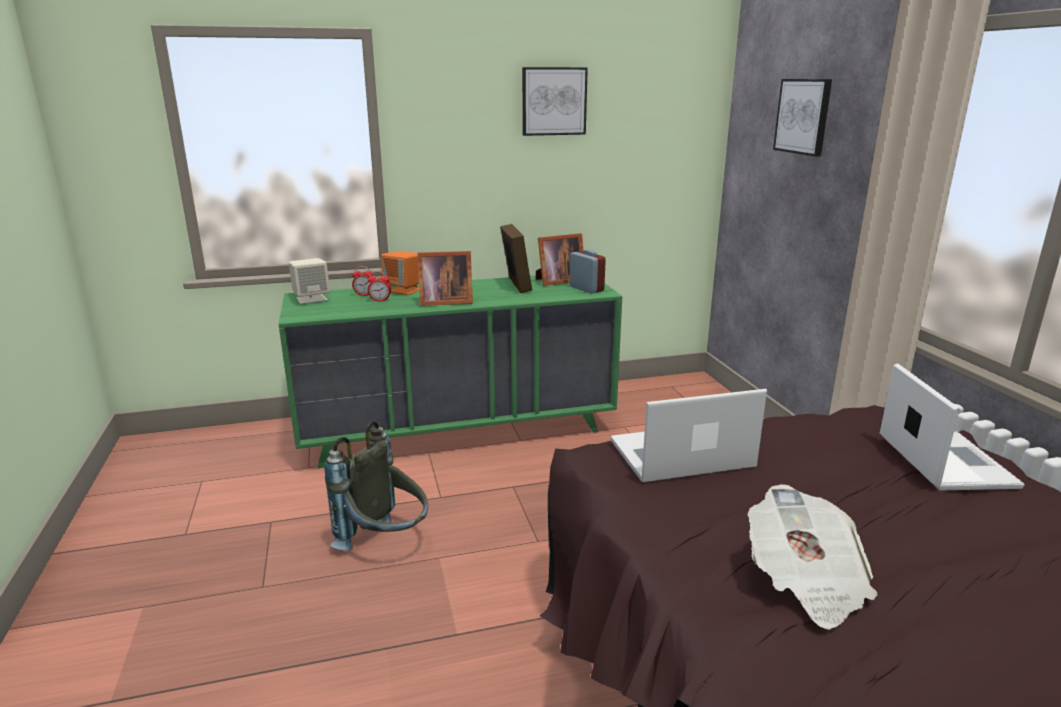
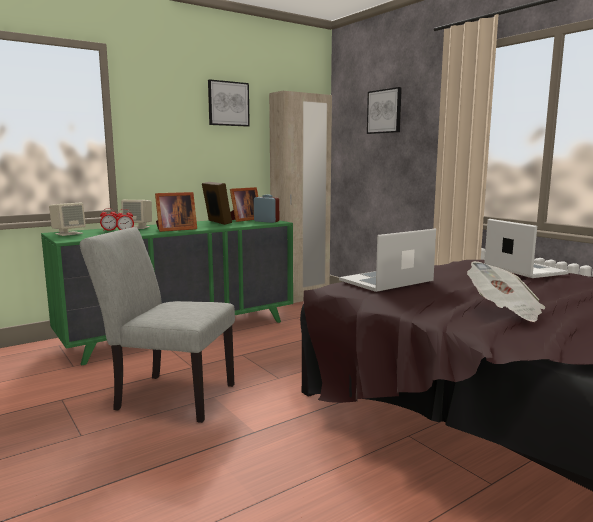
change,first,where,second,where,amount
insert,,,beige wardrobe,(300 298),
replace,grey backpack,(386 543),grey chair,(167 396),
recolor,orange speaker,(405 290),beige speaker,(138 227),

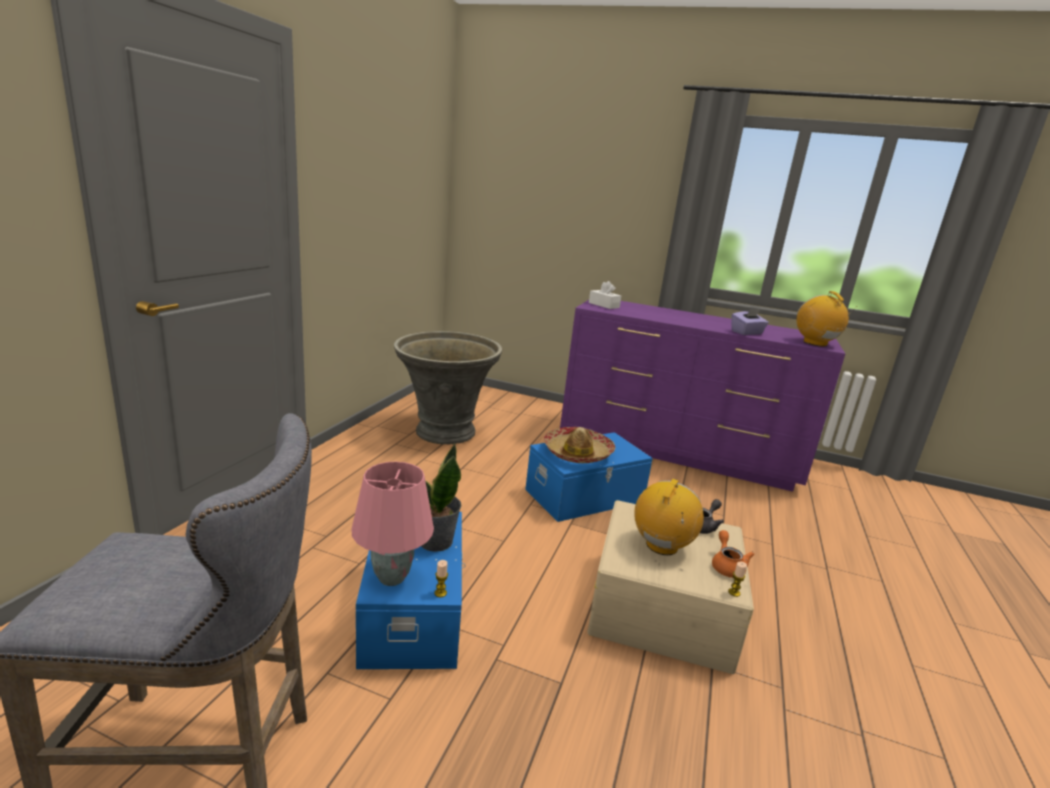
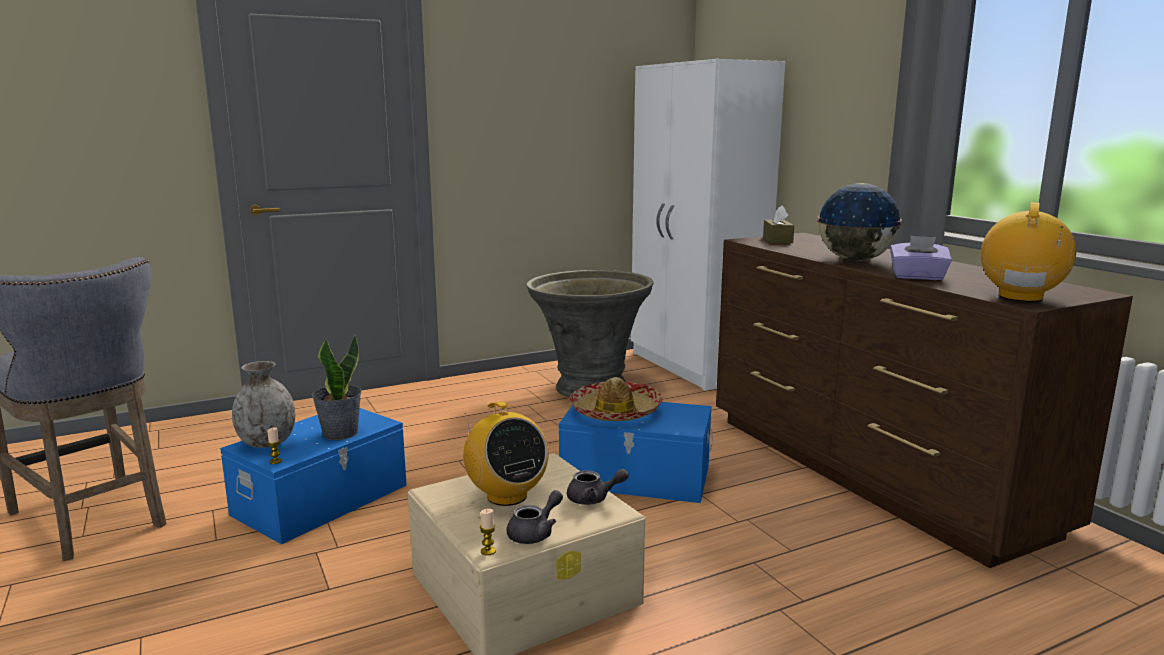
change,first,where,second,where,amount
insert,,,white wardrobe,(694 366),
insert,,,globe,(855 260),
replace,pink table lamp,(391 578),grey vase,(266 443),
recolor,purple dresser,(678 451),brown dresser,(870 473),
recolor,white tissue box,(603 305),brown tissue box,(777 240),
recolor,orange teapot,(727 566),grey teapot,(535 533),
rotate,radio,(661 546),,(506 496),75 degrees clockwise

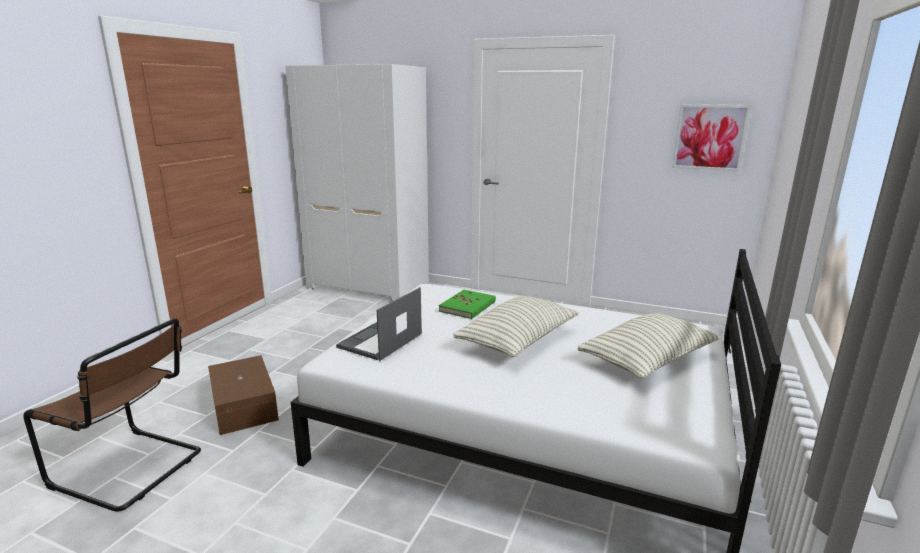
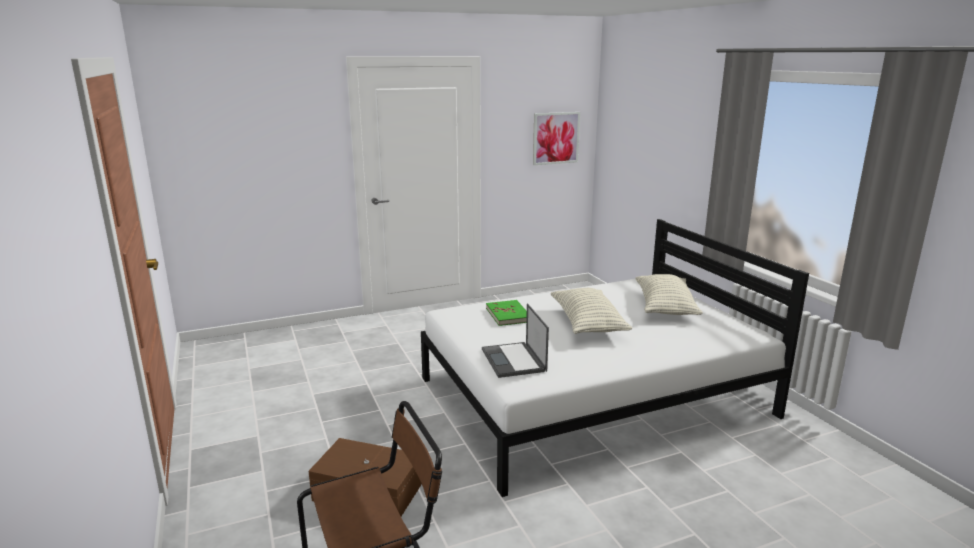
change,first,where,second,where,amount
delete,white wardrobe,(369 285),,,

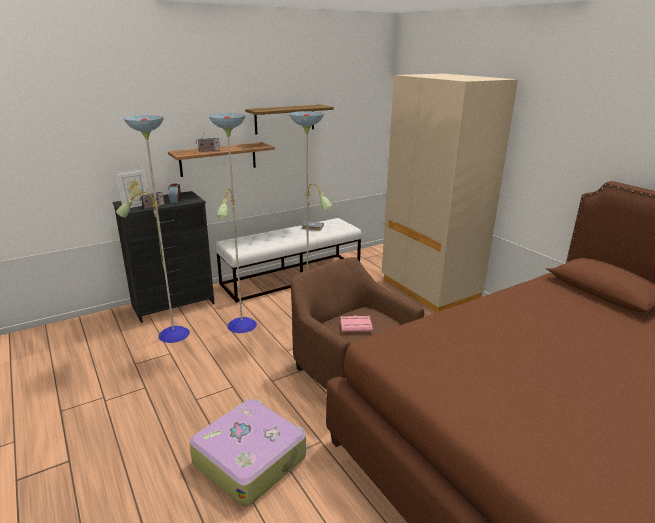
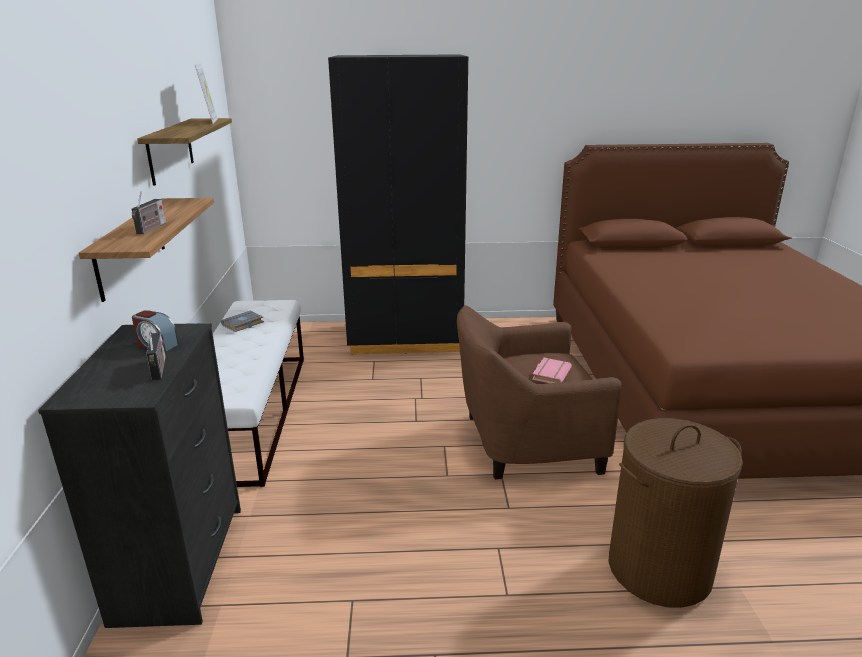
change,first,where,second,where,amount
delete,floor lamp,(242 326),,,
move,picture frame,(136 205),,(210 121),
replace,suitcase,(250 458),brown laundry basket,(659 569),
recolor,beige wardrobe,(430 289),black wardrobe,(405 337),

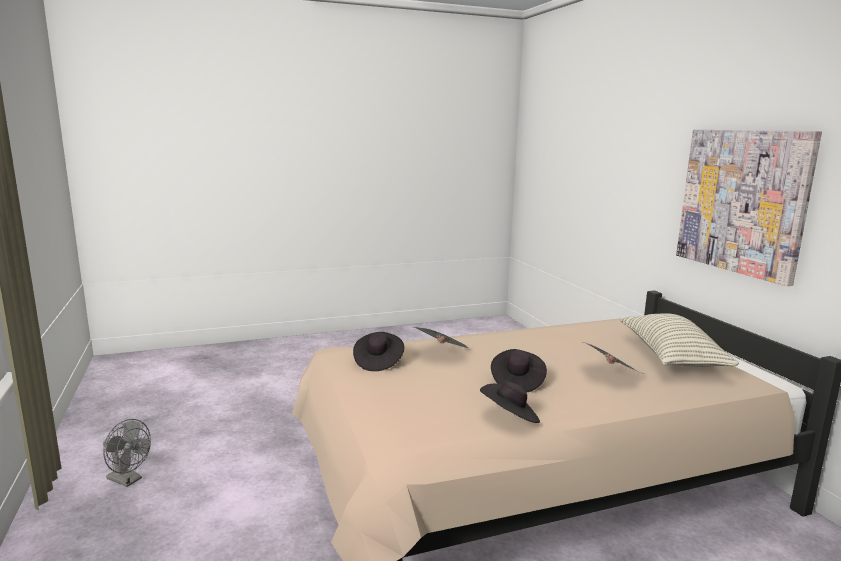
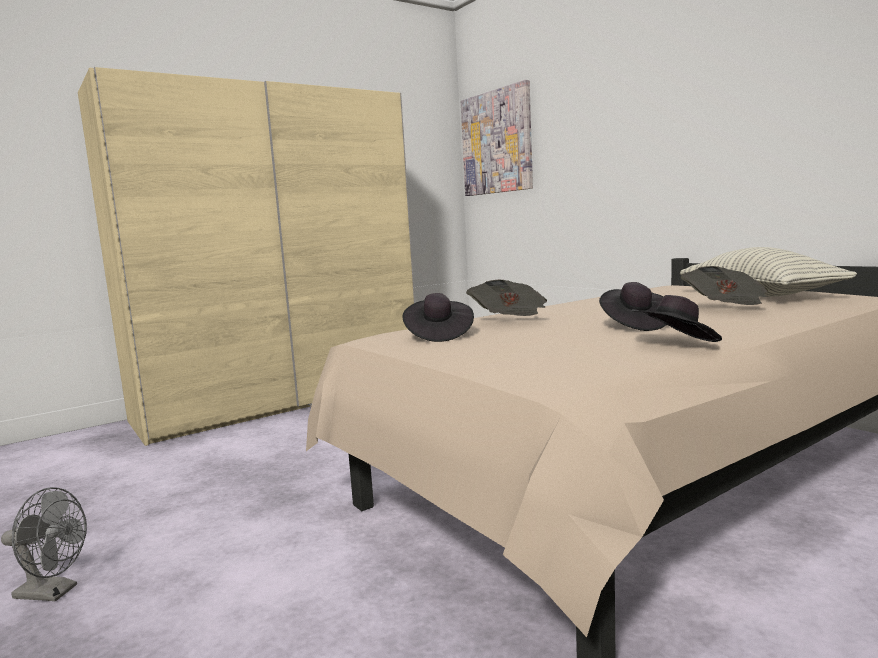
change,first,where,second,where,amount
insert,,,beige wardrobe,(283 400),
move,picture,(742 201),,(497 142),

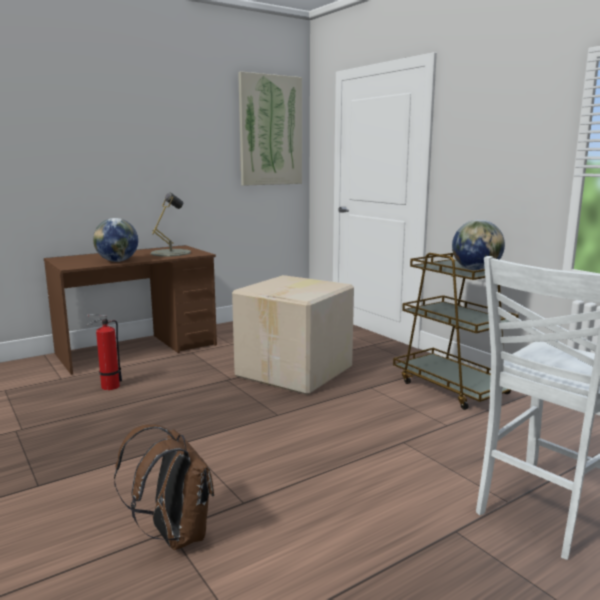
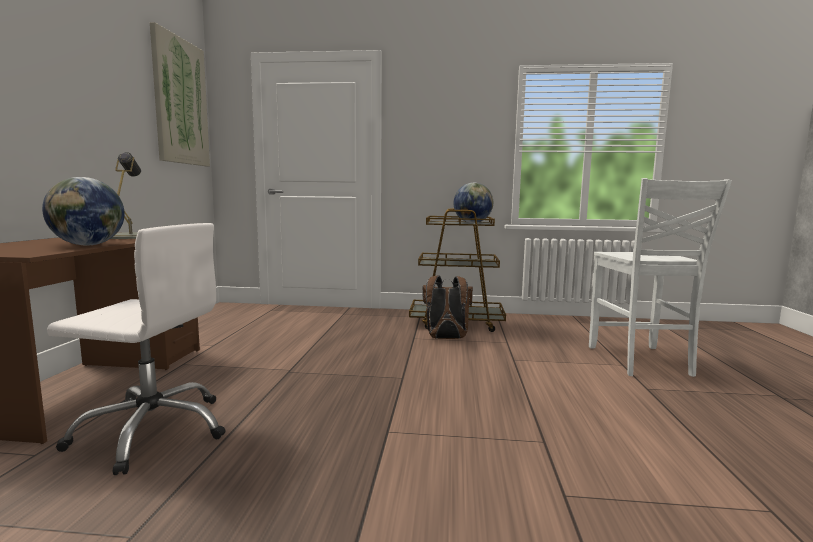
change,first,where,second,where,amount
delete,cardboard box,(296 371),,,
move,brown backpack,(174 535),,(446 338),
replace,fire extinguisher,(108 387),white office chair,(153 431),

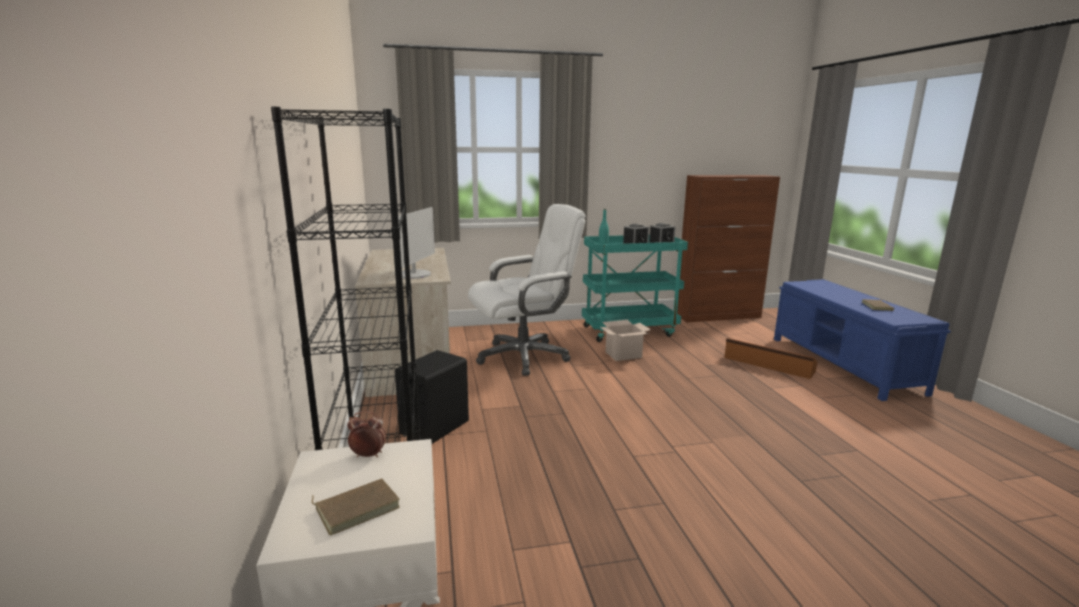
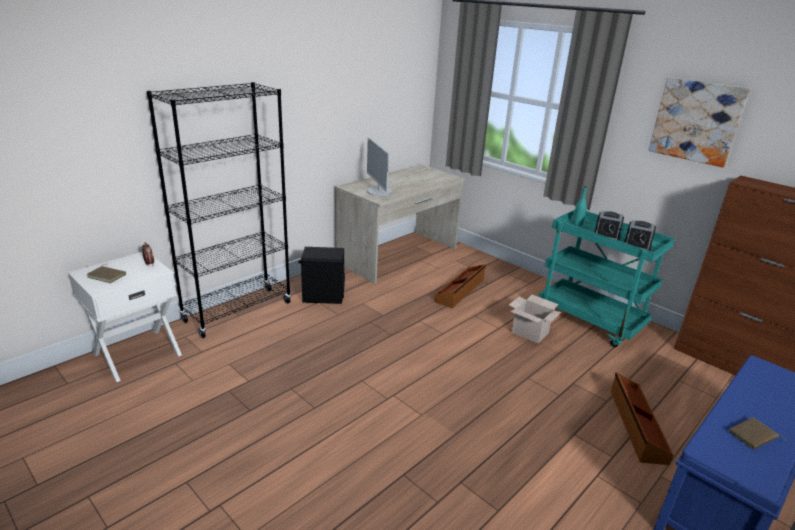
change,first,where,second,where,amount
insert,,,picture,(696 121),
replace,white office chair,(524 356),brown storage box,(460 291),
rotate,monitor,(414 274),,(379 192),90 degrees clockwise

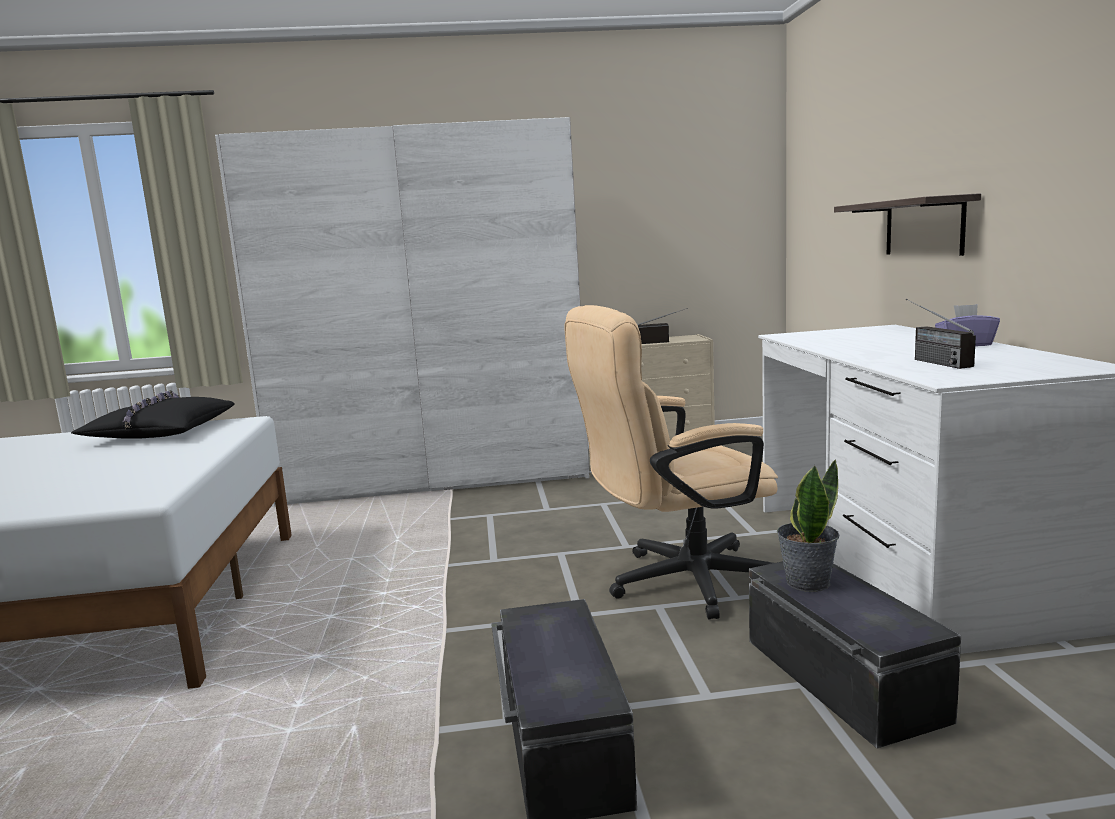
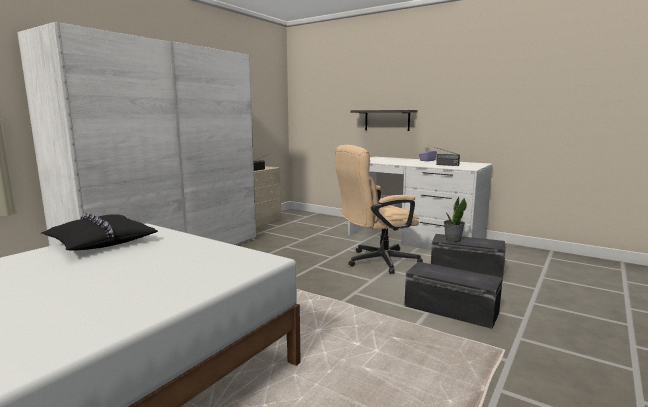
change,first,where,second,where,amount
rotate,beige office chair,(678 583),,(376 261),45 degrees clockwise

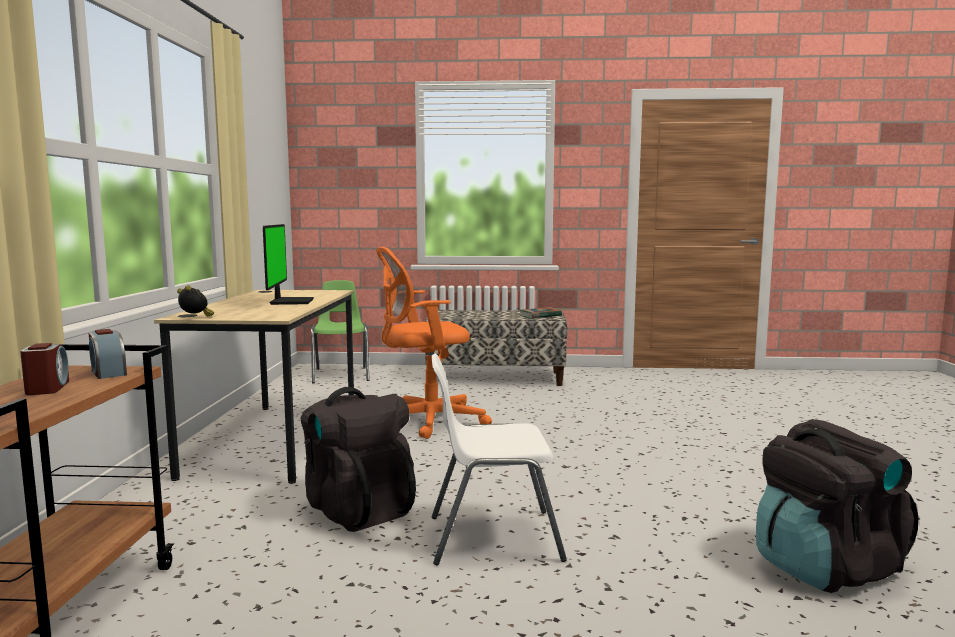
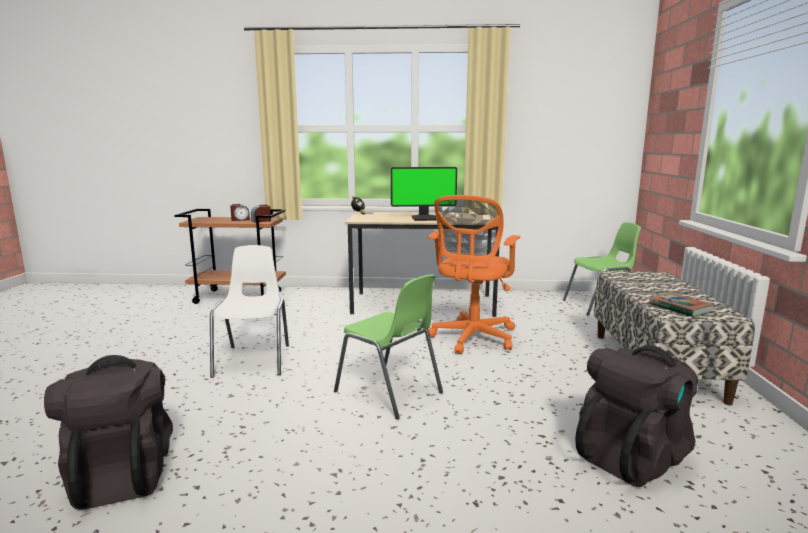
change,first,where,second,where,amount
insert,,,green chair,(390 393),
move,black backpack,(357 509),,(632 457),
rotate,orange office chair,(426 422),,(472 339),135 degrees counterclockwise

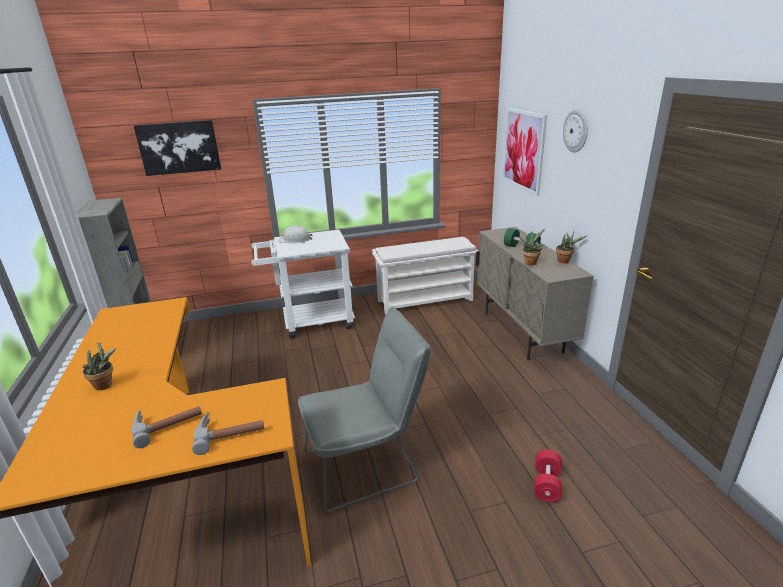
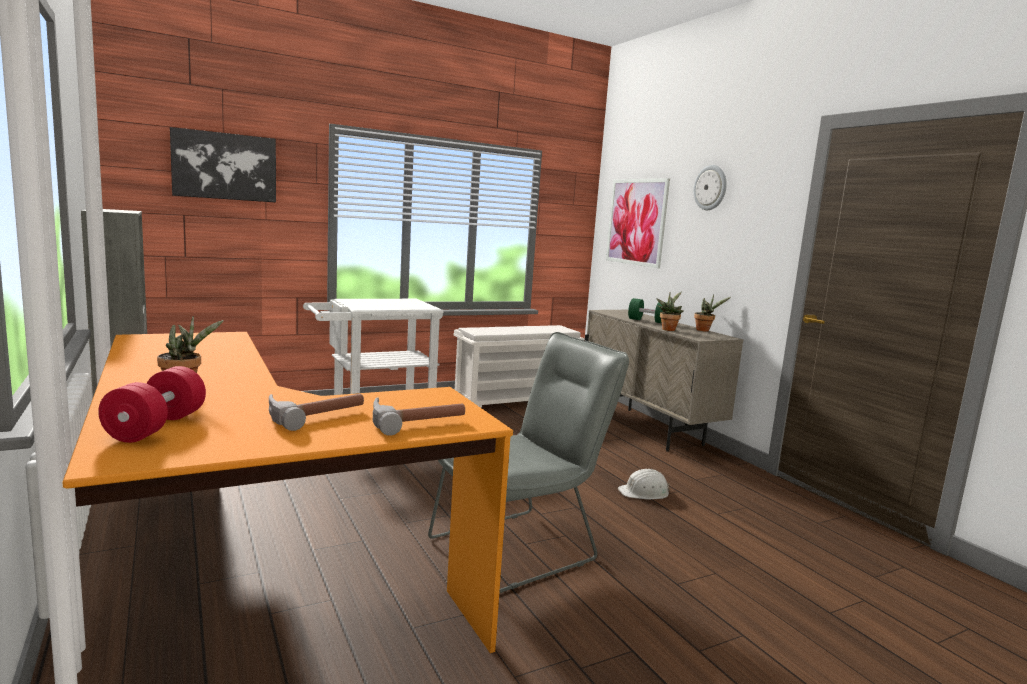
change,first,where,second,where,amount
move,white hard hat,(295 240),,(644 492),
move,red dumbbell,(546 484),,(156 427),

